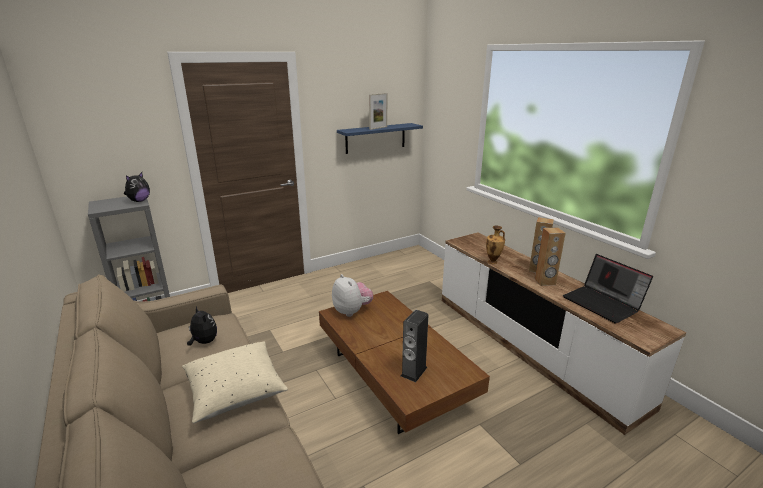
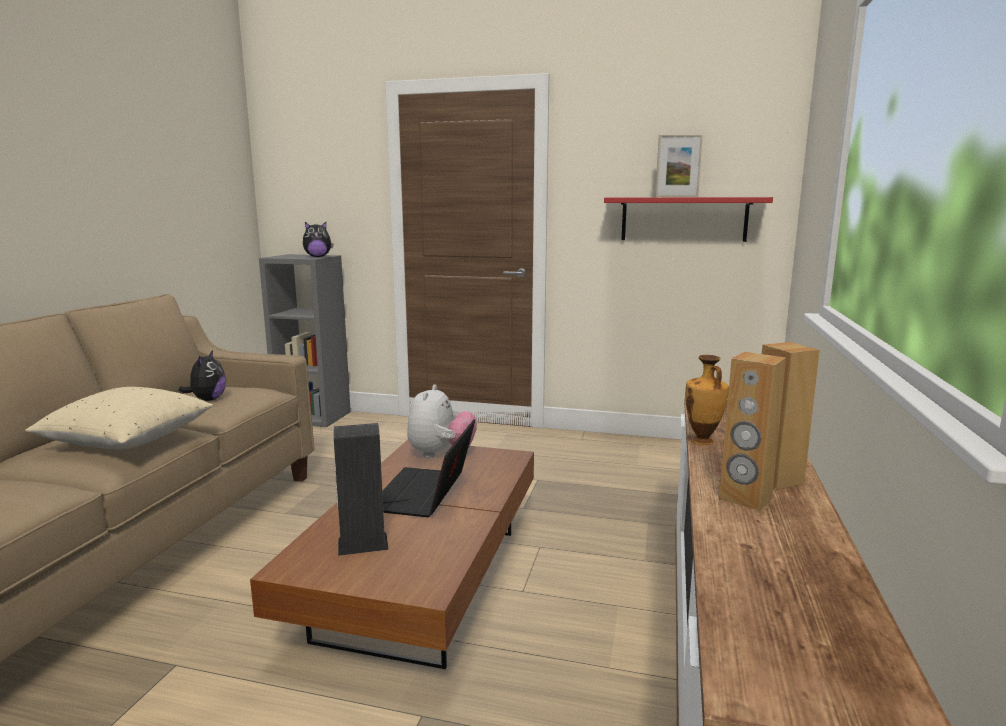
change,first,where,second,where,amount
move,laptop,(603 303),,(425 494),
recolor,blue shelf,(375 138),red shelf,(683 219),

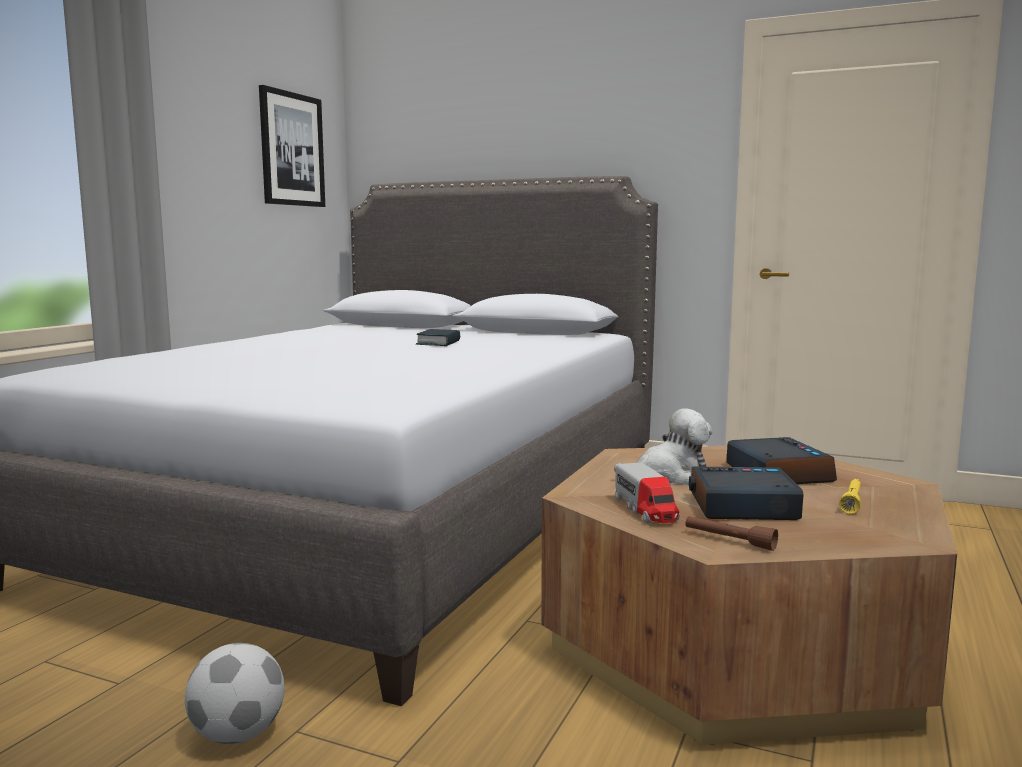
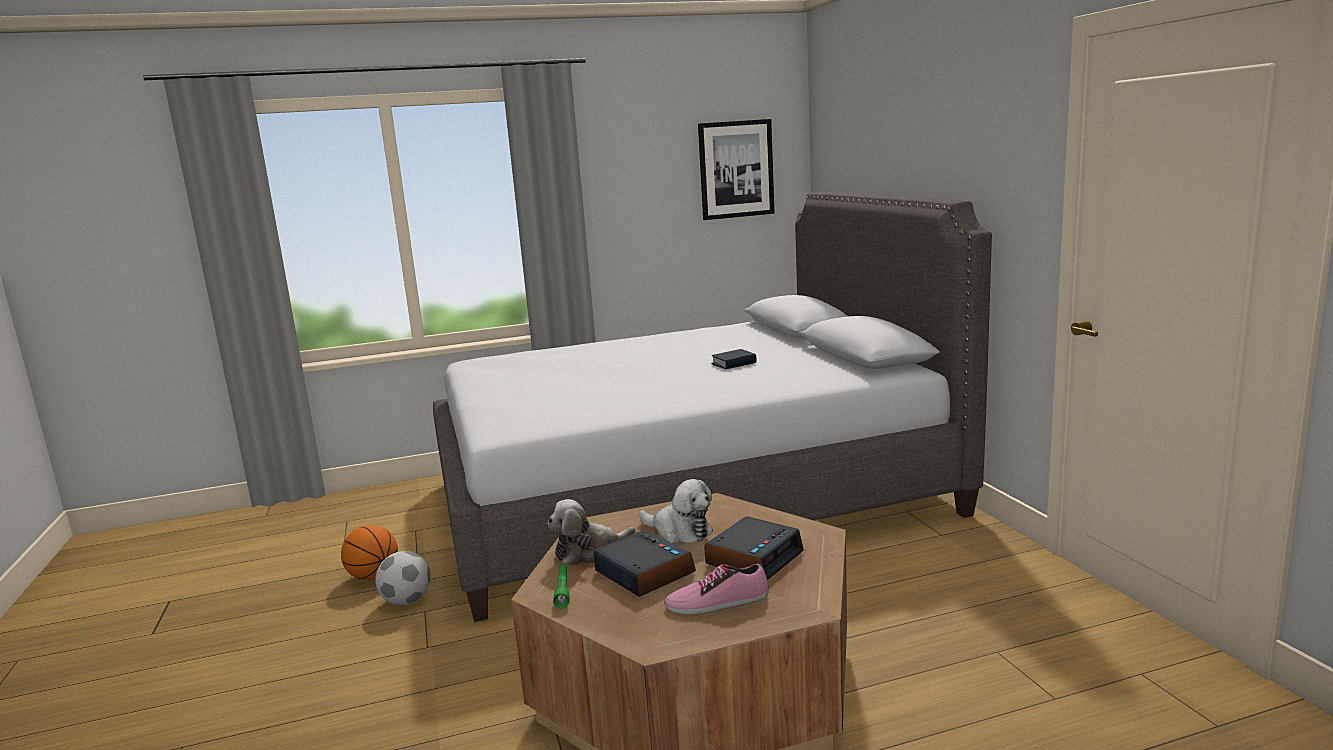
change,first,where,second,where,amount
insert,,,basketball,(373 576),
replace,toy truck,(646 510),plush toy,(589 551),
replace,yellow flashlight,(852 502),shoe,(717 602),
recolor,brown flashlight,(729 540),green flashlight,(563 591),

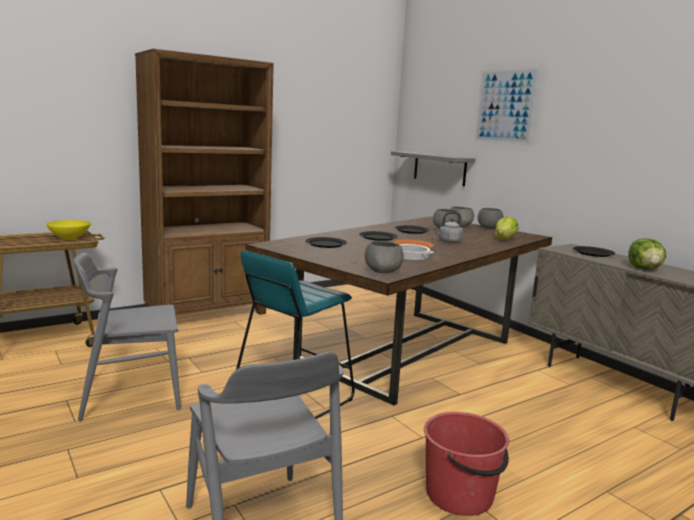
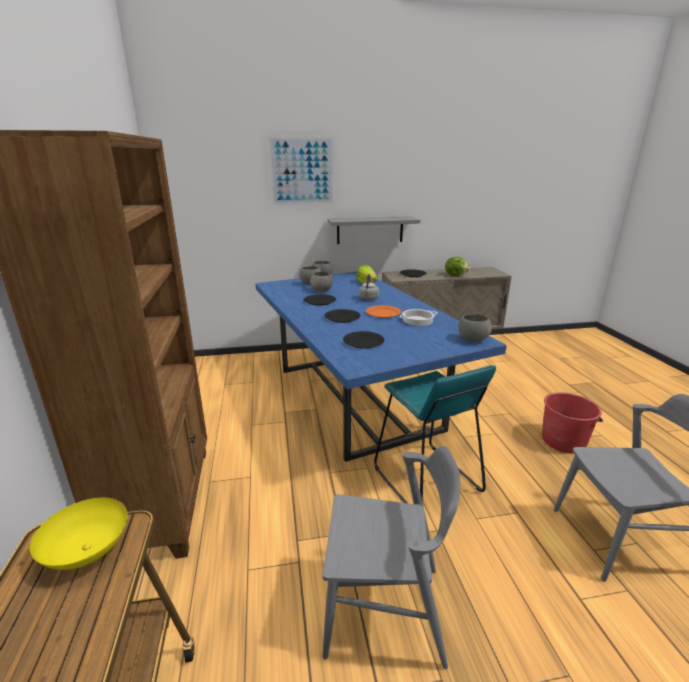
change,first,where,second,where,amount
move,grey shelf,(439 168),,(370 230),
recolor,brown dining table,(405 351),blue dining table,(356 399),
rotate,grey chair,(130 395),,(385 610),90 degrees counterclockwise

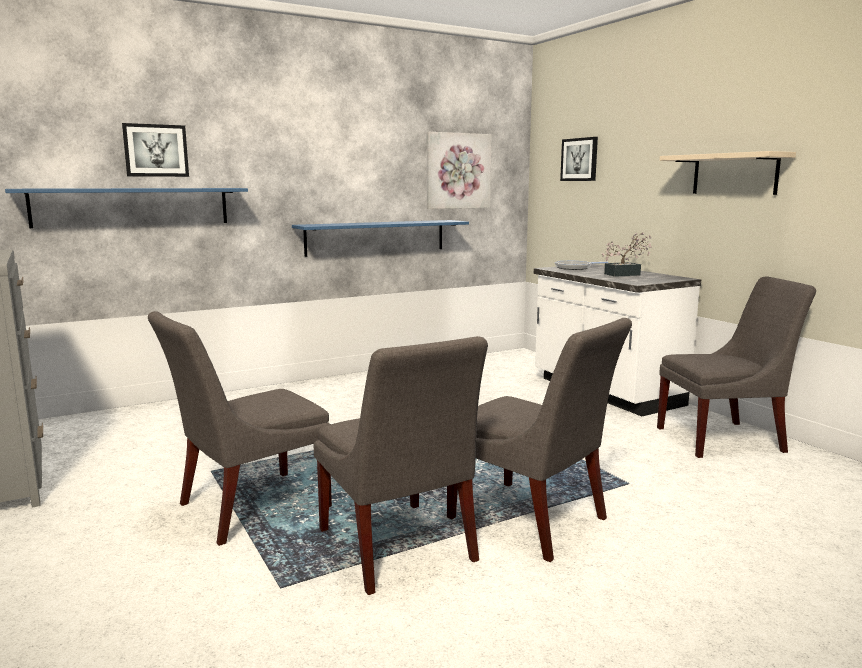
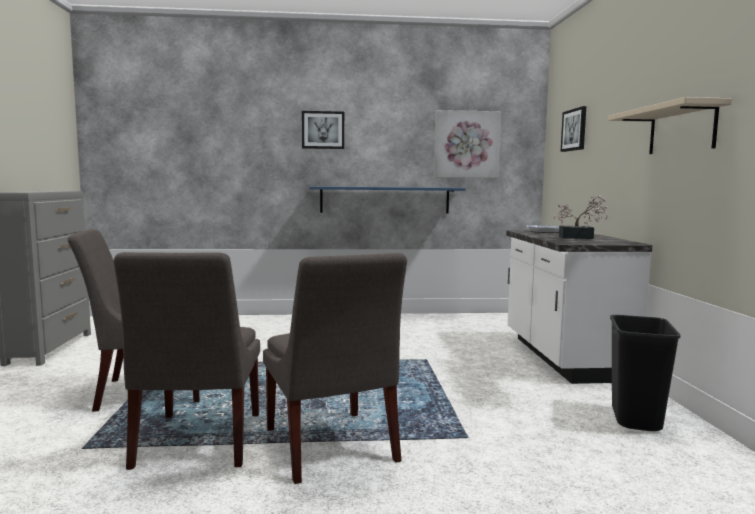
change,first,where,second,where,amount
delete,blue shelf,(132 206),,,
move,picture,(156 150),,(323 130),
replace,grey chair,(725 439),black trash can,(637 419),

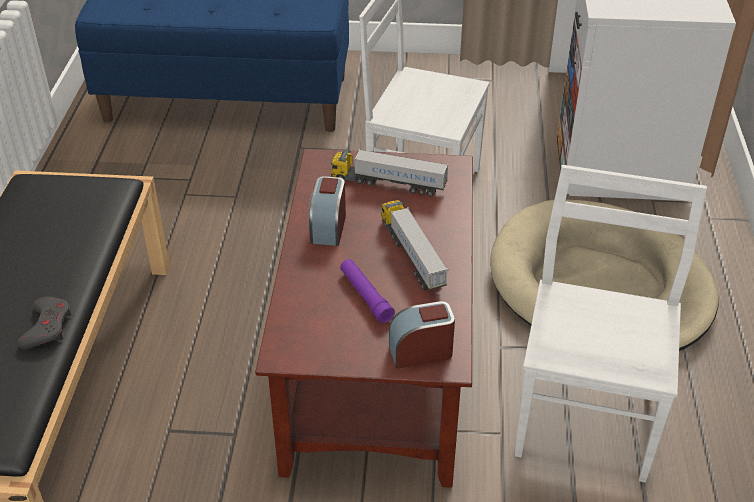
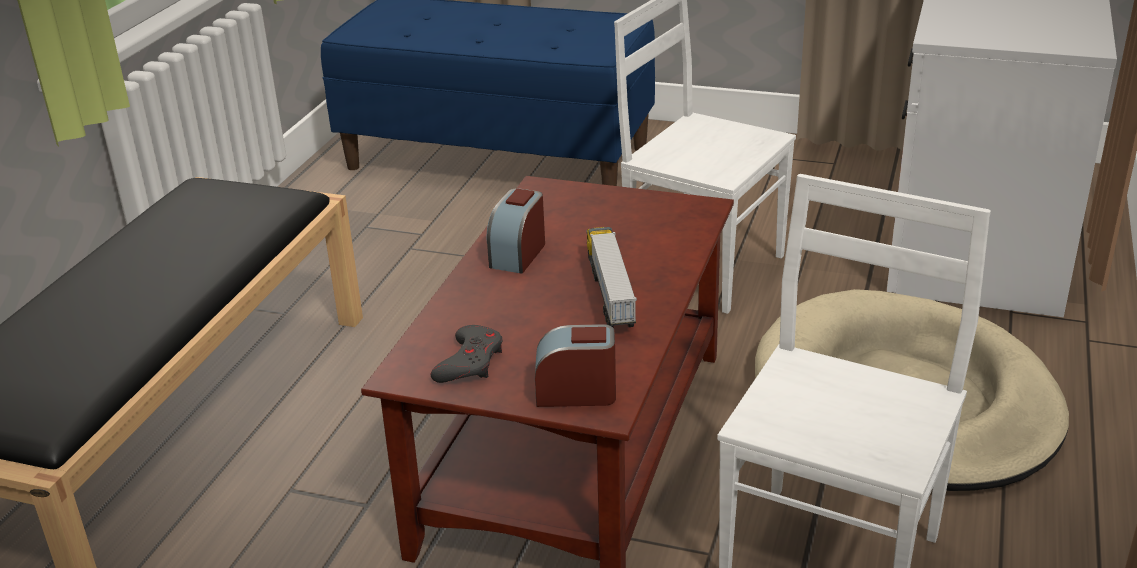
change,first,where,second,where,amount
delete,toy truck,(388 183),,,
delete,purple flashlight,(366 296),,,
move,grey game controller,(47 327),,(470 362),

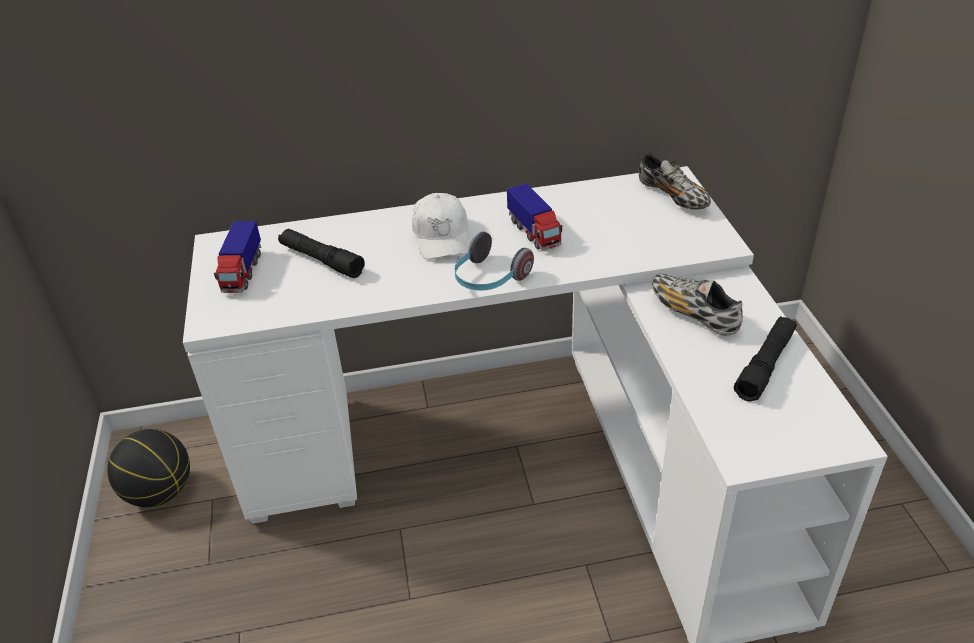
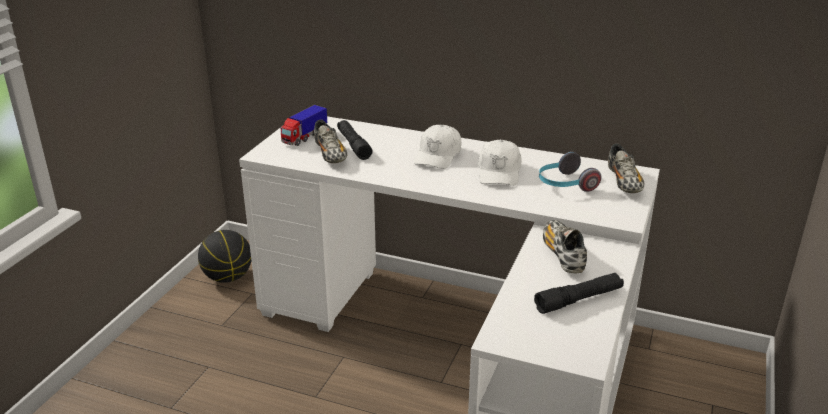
change,first,where,second,where,amount
insert,,,shoe,(330 155),
move,headphones,(489 279),,(564 185),
replace,toy truck,(534 233),white cap,(499 172),

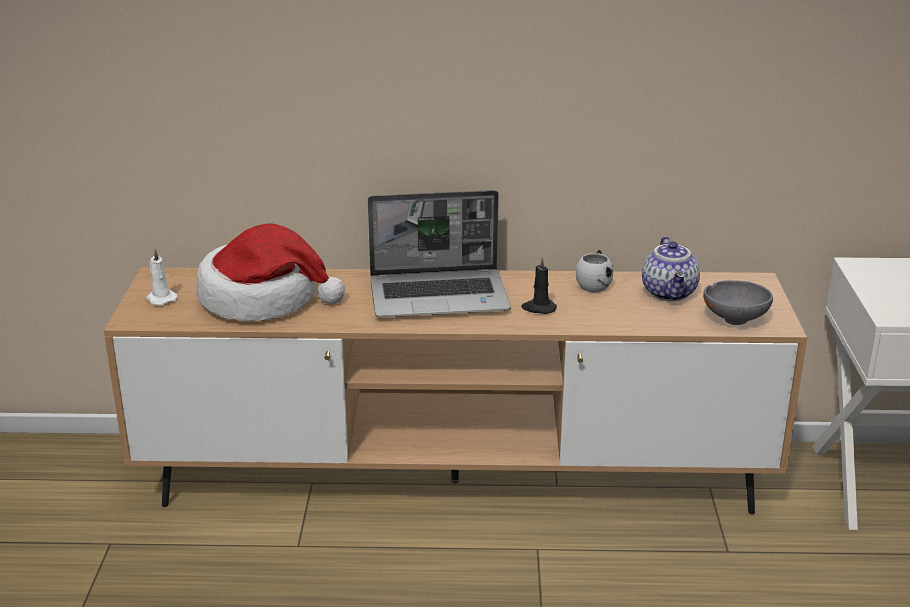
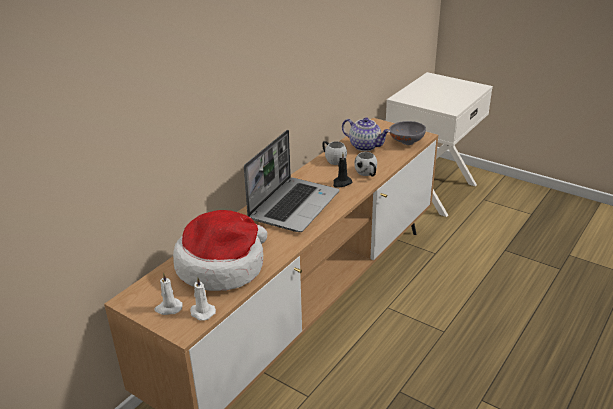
change,first,where,second,where,amount
insert,,,white candle,(201 312),
insert,,,white mug,(367 174),

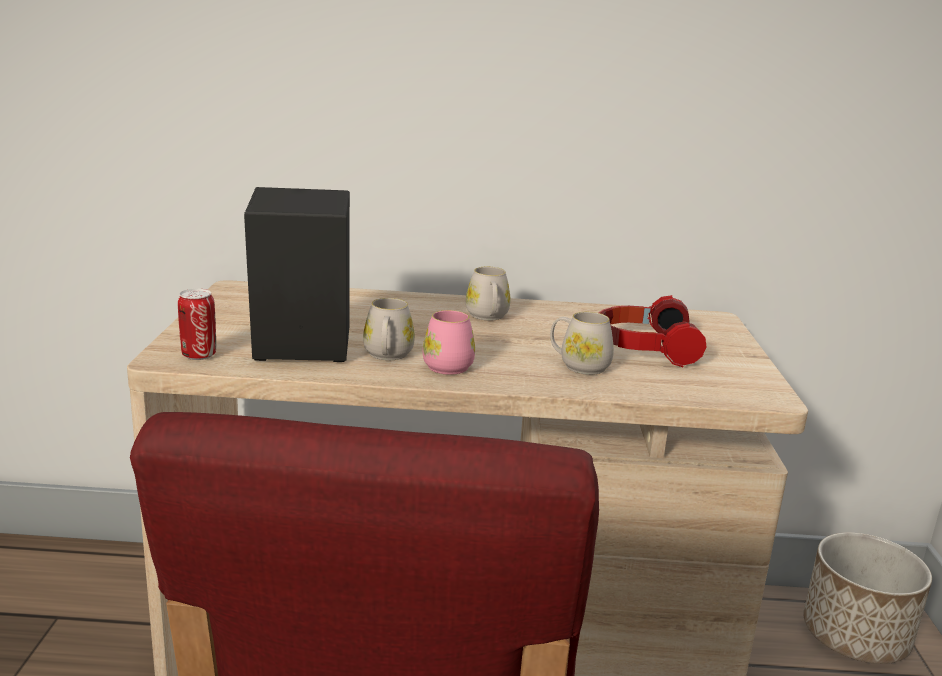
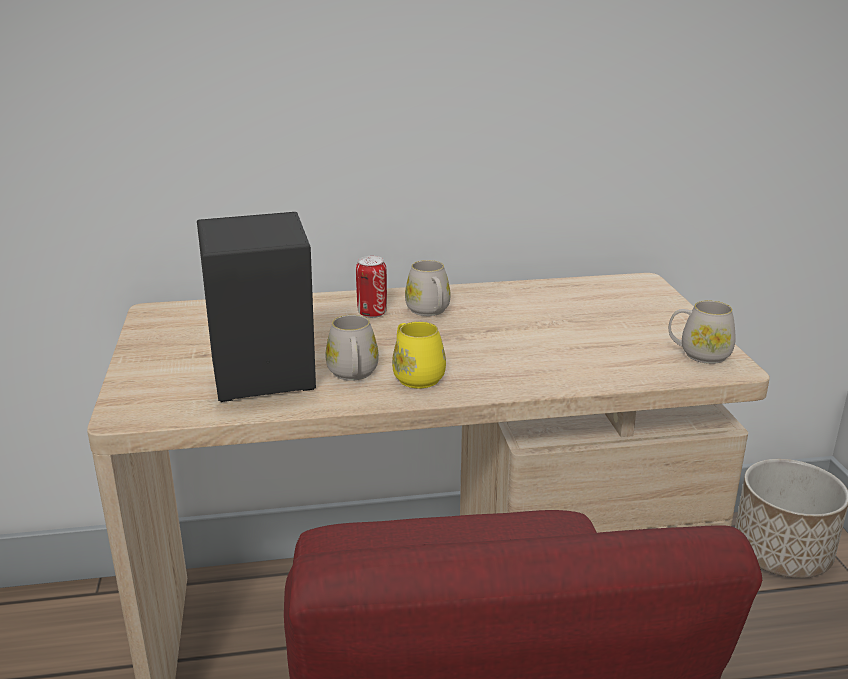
change,first,where,second,where,amount
delete,headphones,(644 348),,,
move,can,(199 355),,(372 313),
move,white mug,(578 365),,(698 354),
recolor,pink mug,(445 364),yellow mug,(415 376),

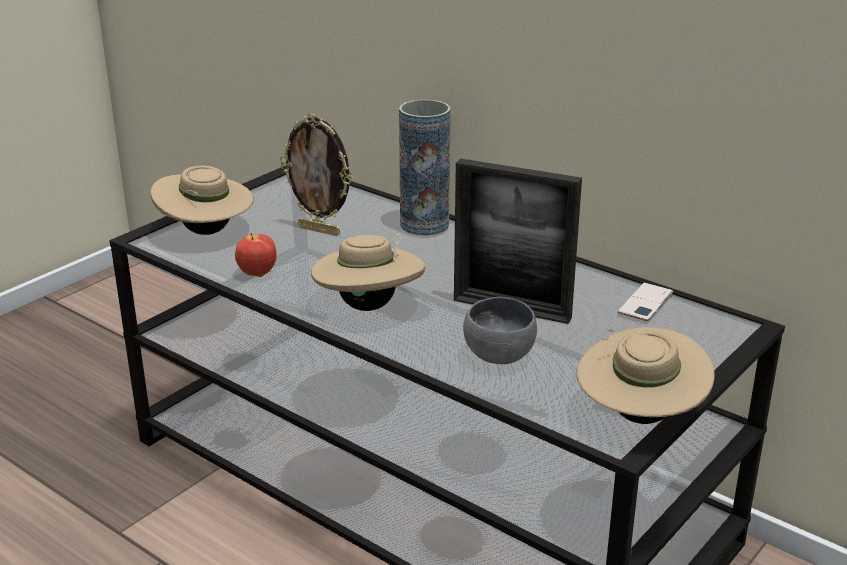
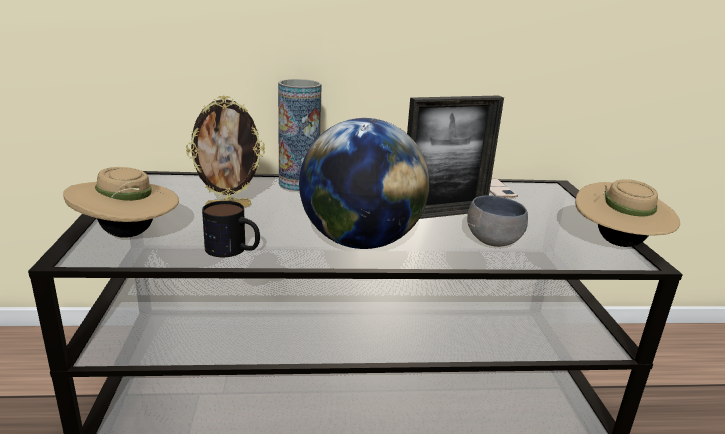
change,first,where,second,where,amount
replace,apple,(257 274),mug,(233 250),
replace,beige hat,(369 306),globe,(360 242),

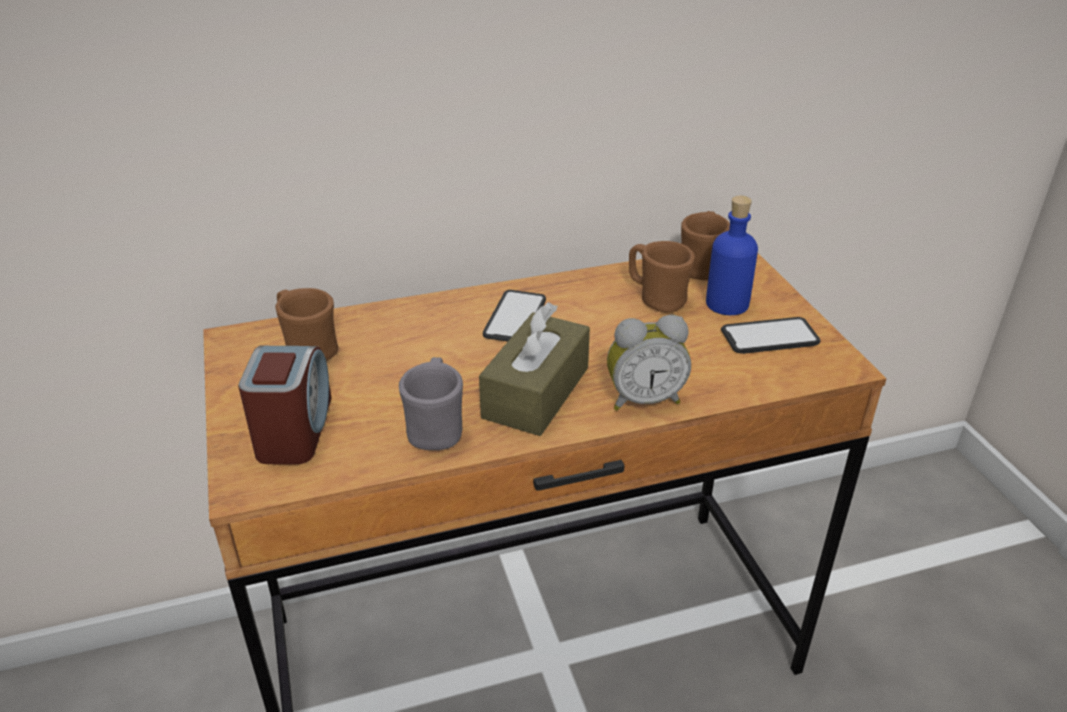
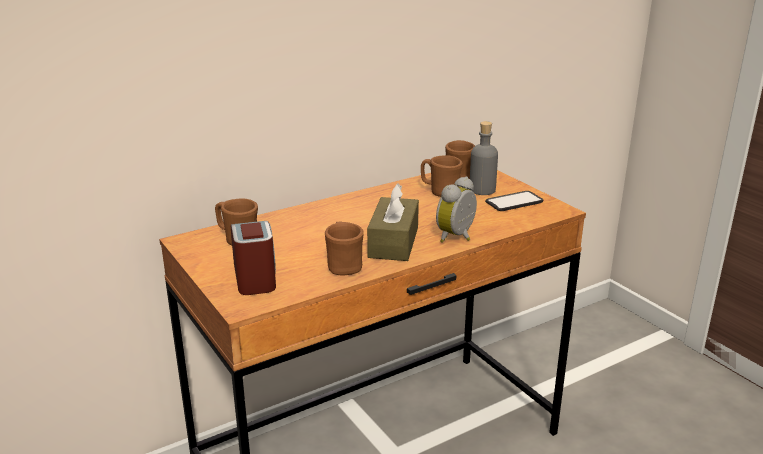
change,first,where,second,where,amount
delete,phone,(515 318),,,
recolor,grey mug,(436 428),brown mug,(343 266),
recolor,blue bottle,(727 304),grey bottle,(482 190),
rotate,alarm clock,(643 399),,(458 237),150 degrees clockwise

